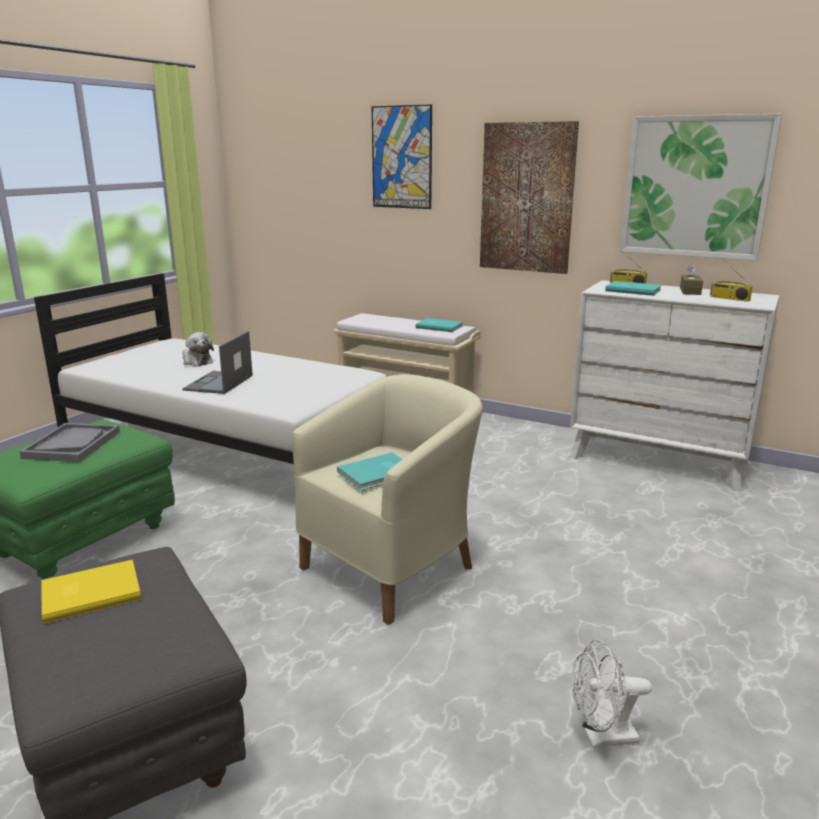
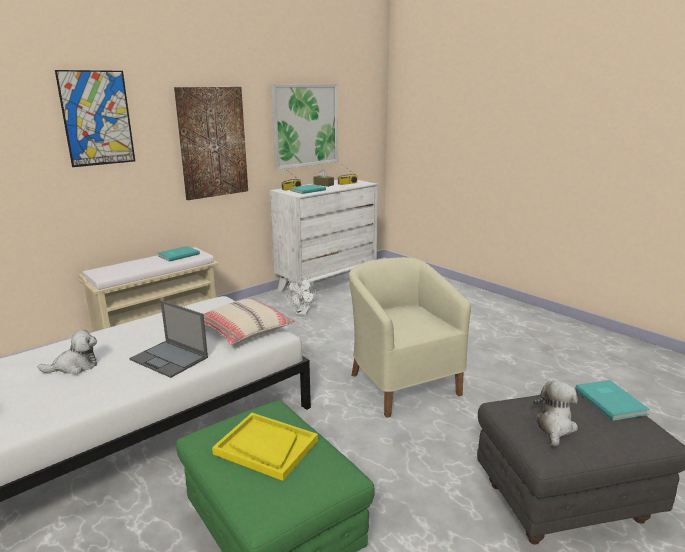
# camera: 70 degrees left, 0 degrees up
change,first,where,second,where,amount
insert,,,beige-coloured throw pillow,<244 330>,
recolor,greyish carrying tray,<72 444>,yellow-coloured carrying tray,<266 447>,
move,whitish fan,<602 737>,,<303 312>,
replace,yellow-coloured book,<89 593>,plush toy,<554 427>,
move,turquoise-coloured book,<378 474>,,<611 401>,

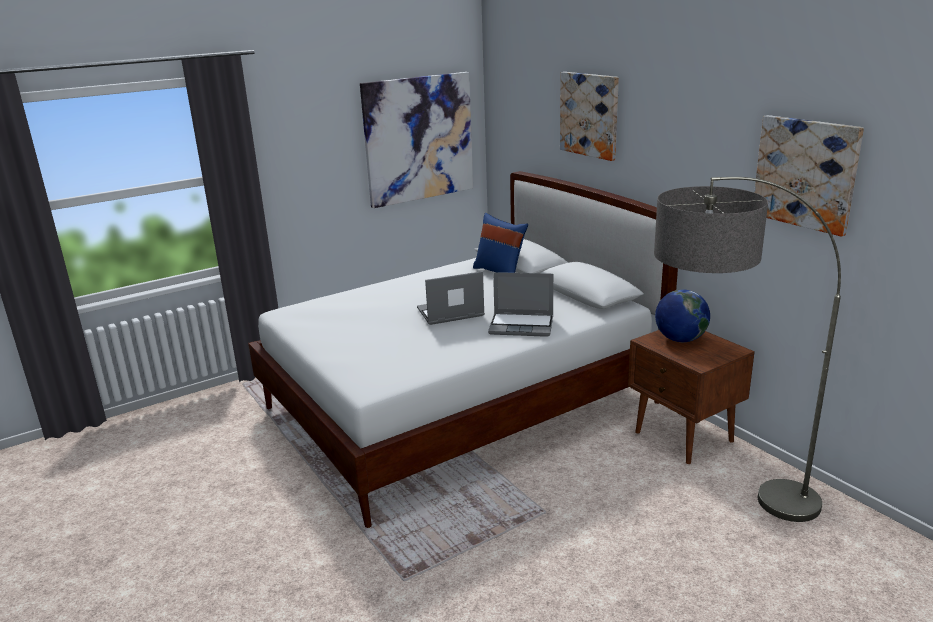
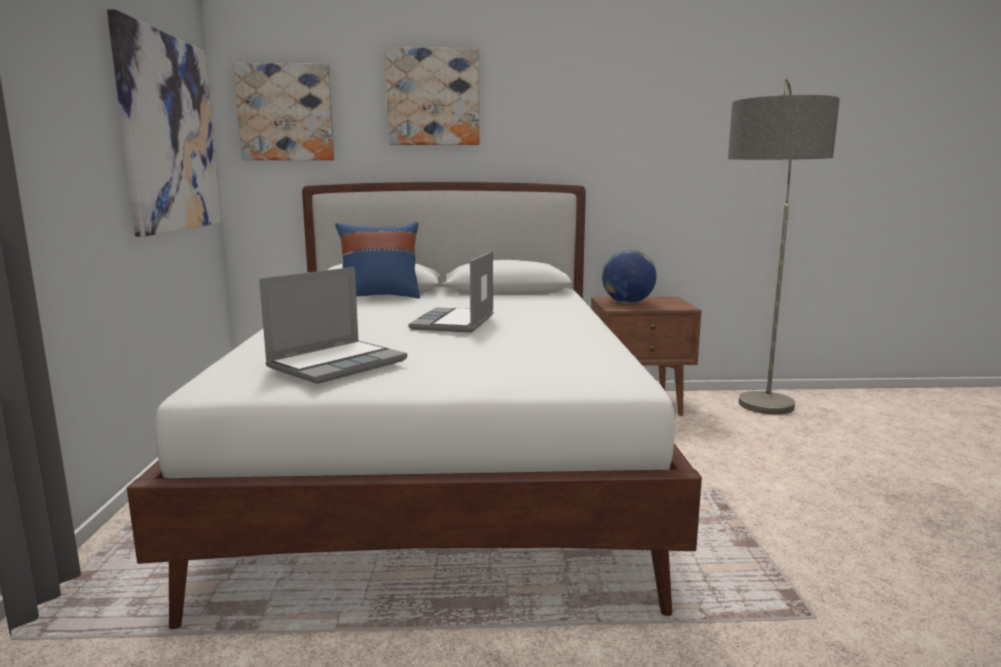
# camera: 60 degrees left, 10 degrees down
change,first,where,second,where,amount
move,wall art,<806 173>,,<286 113>,
move,notebook computer,<522 325>,,<338 363>,

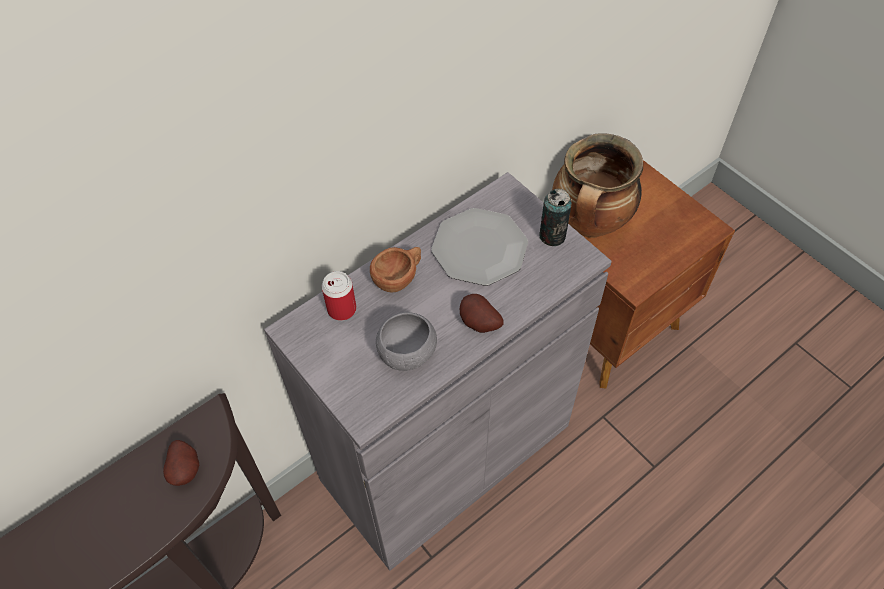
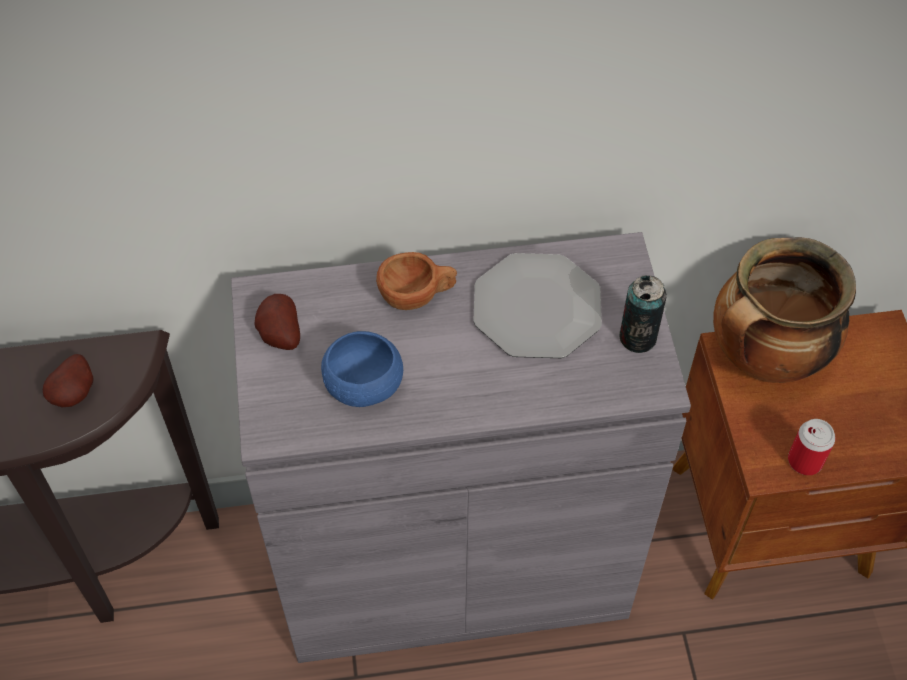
# camera: 30 degrees right, 0 degrees up
change,first,where,second,where,amount
move,potato,<478 324>,,<278 335>,
recolor,greyish deep dish,<407 353>,bluish deep dish,<364 387>,
move,metal can,<342 309>,,<805 461>,

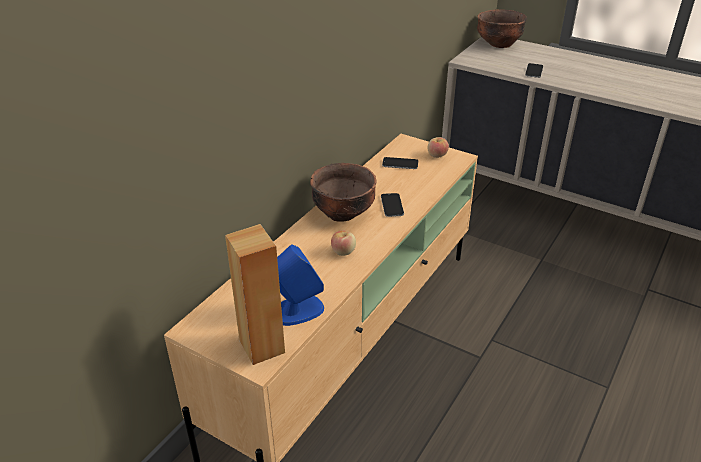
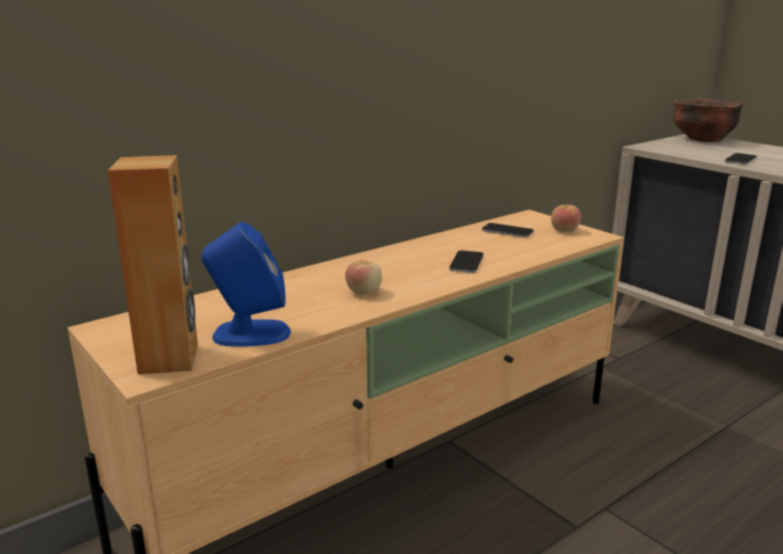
# camera: 20 degrees right, 15 degrees down
change,first,where,second,where,amount
delete,brown-coloured deep dish,<342 212>,,,

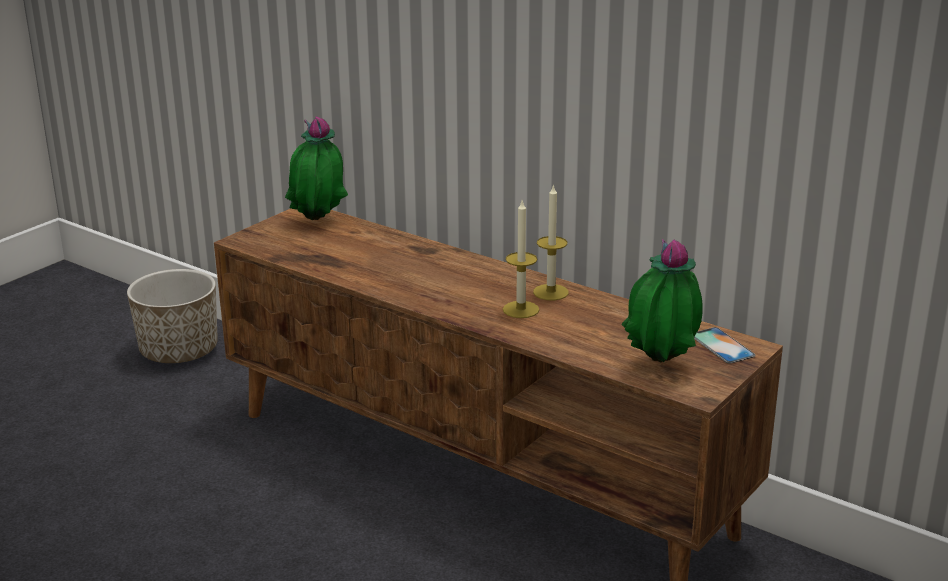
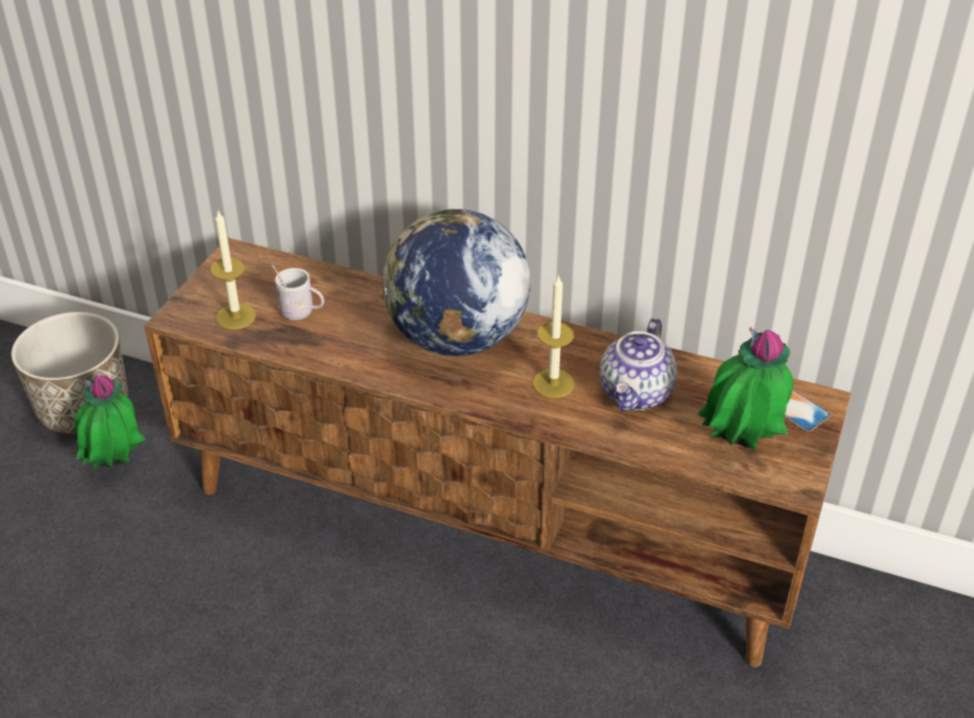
# camera: 15 degrees left, 15 degrees up
change,first,where,second,where,amount
move,houseplant,<318 222>,,<116 467>,
move,wax light,<550 292>,,<235 316>,
insert,,,whitish mug,<301 314>,
insert,,,globe,<456 339>,
insert,,,teapot,<637 394>,

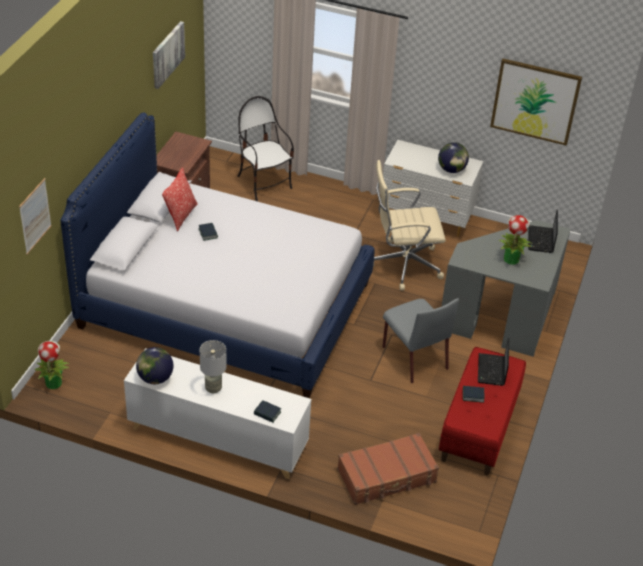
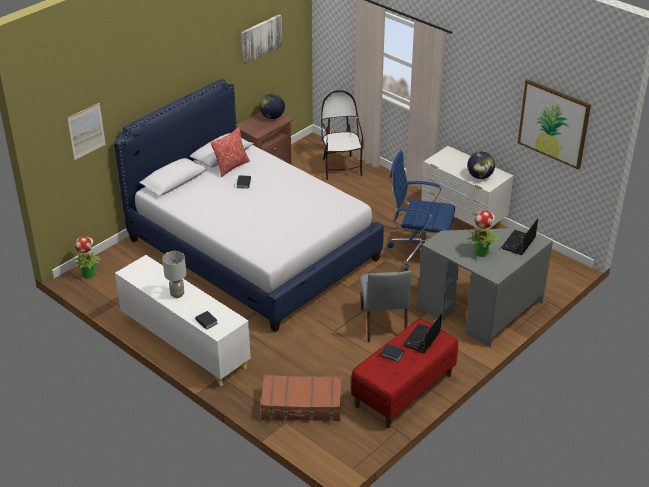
# camera: 25 degrees right, 5 degrees down
change,first,where,second,where,amount
move,globe,<155 378>,,<272 117>,
recolor,beige-coloured office chair,<403 264>,bluish office chair,<419 251>,

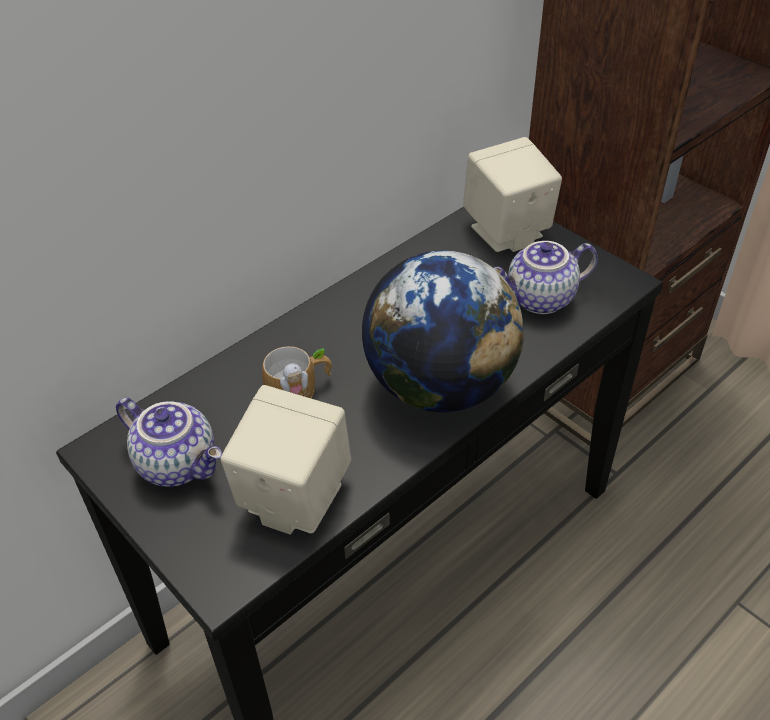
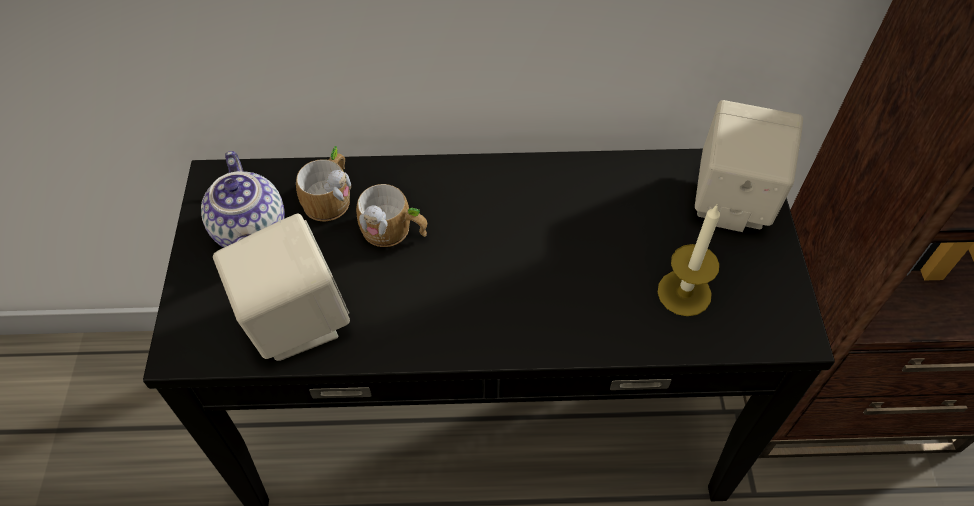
# camera: 40 degrees right, 10 degrees up
change,first,where,second,where,amount
insert,,,mug,<331 196>,
replace,teapot,<540 300>,wax light,<684 293>,
delete,globe,<440 386>,,,

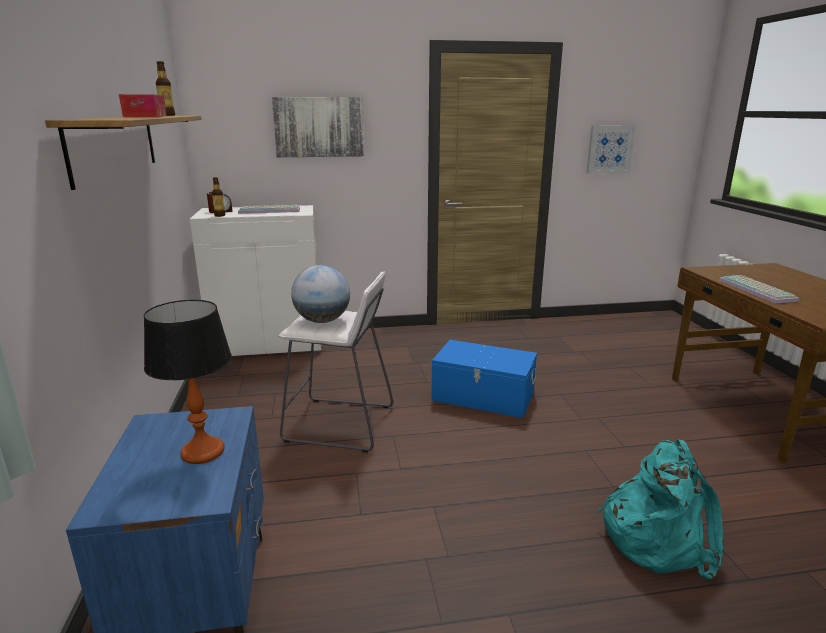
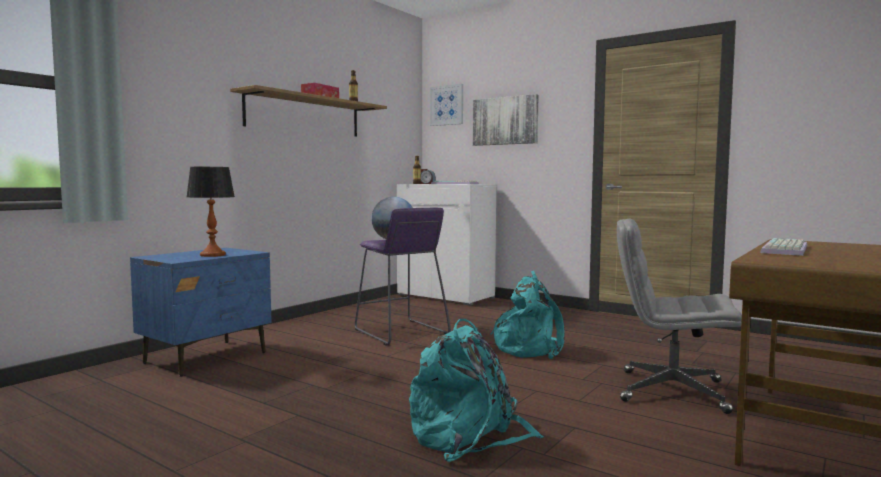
# camera: 45 degrees right, 15 degrees down
change,first,where,second,where,amount
recolor,whitish stool,<340 424>,purple stool,<401 332>,
move,wall art,<610 149>,,<447 105>,
replace,bluish storage container,<483 396>,turquoise-coloured knapsack,<530 348>,
insert,,,greyish office chair,<670 391>,

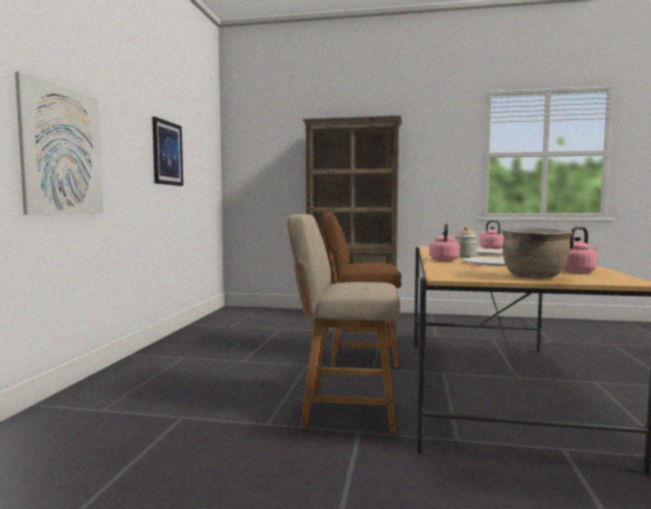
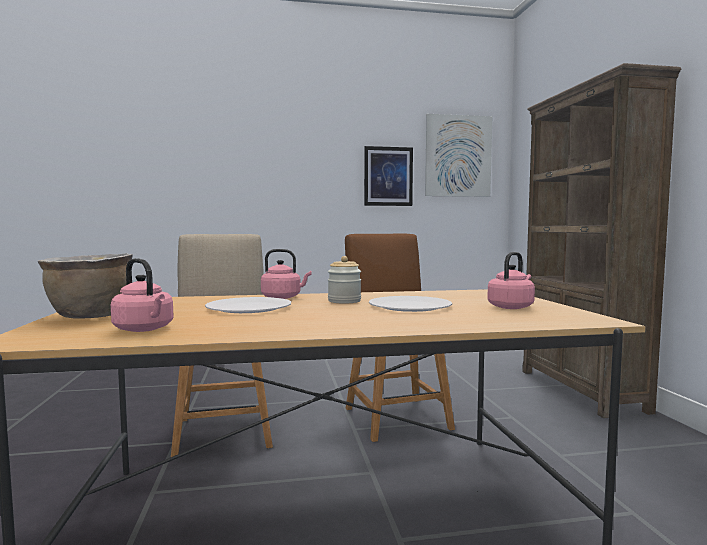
# camera: 70 degrees right, 0 degrees up
change,first,where,second,where,amount
move,wall art,<62 151>,,<458 156>,

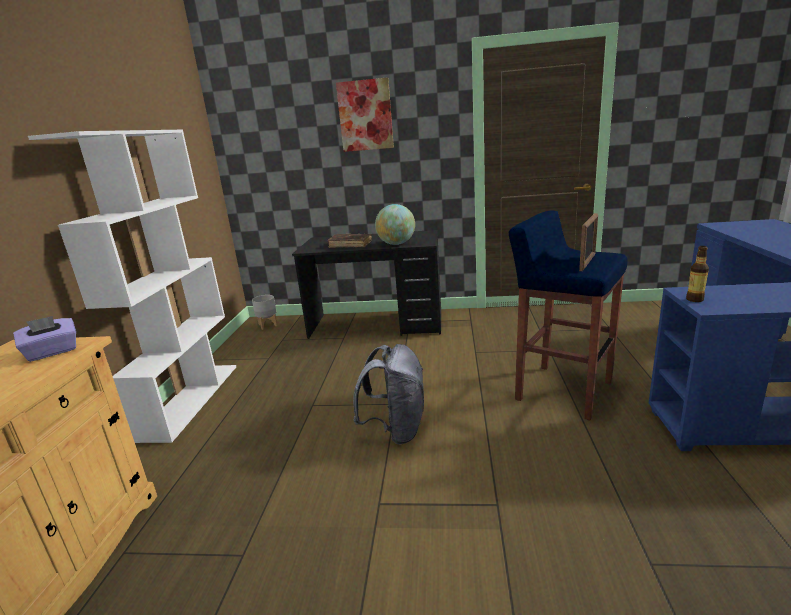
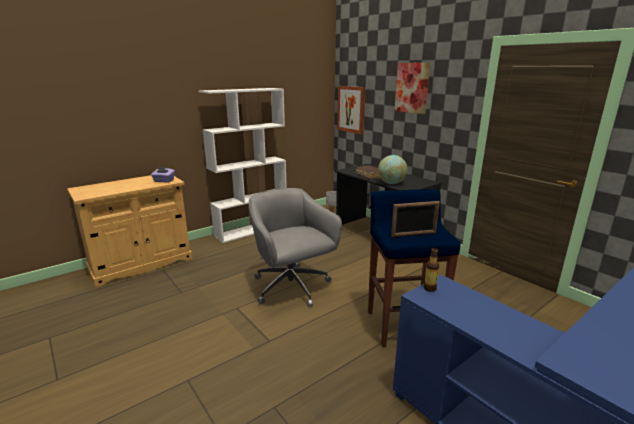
# camera: 45 degrees right, 0 degrees up
change,first,where,second,where,amount
replace,greyish knapsack,<396 430>,greyish office chair,<292 288>,
insert,,,wall art,<351 109>,

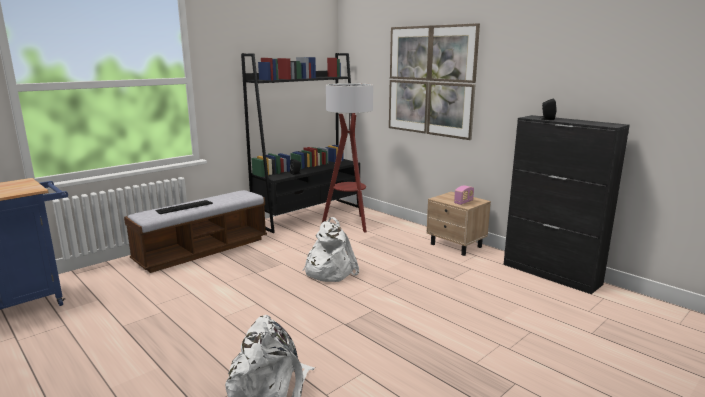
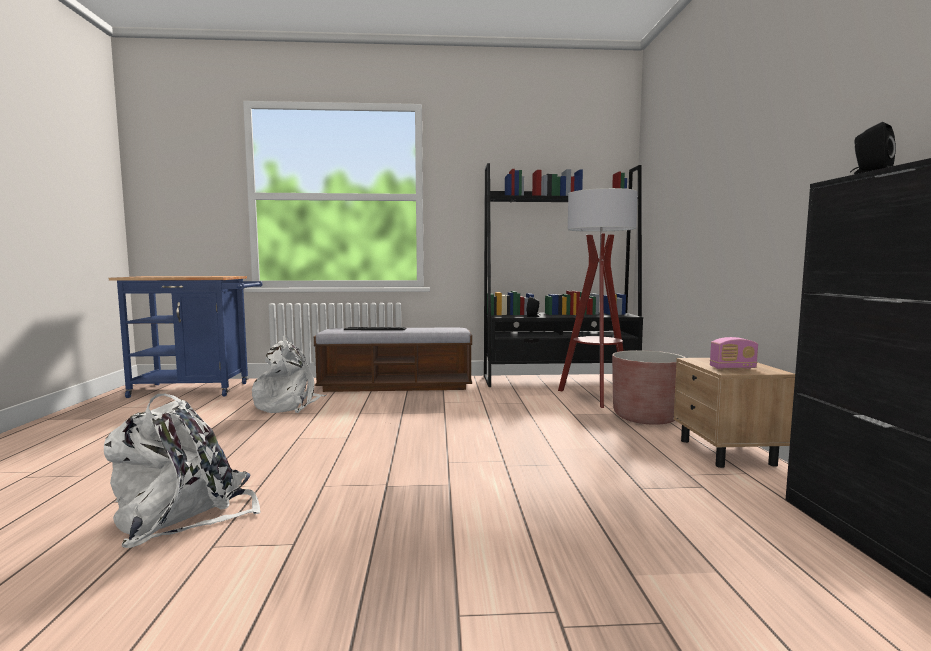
# camera: 40 degrees right, 10 degrees down
change,first,where,second,where,amount
move,whitish knapsack,<329 271>,,<289 404>,
insert,,,brown-coloured flower pot,<645 417>,
delete,wall art,<430 81>,,,

